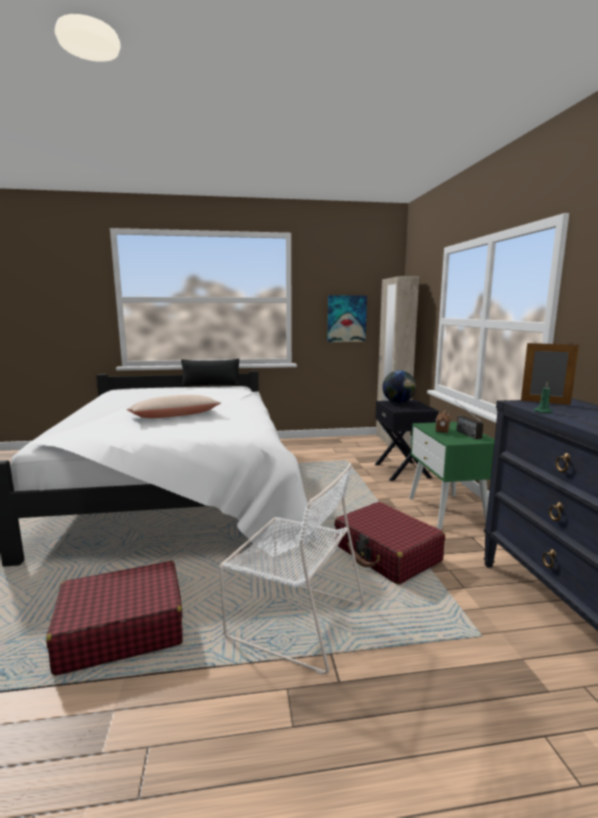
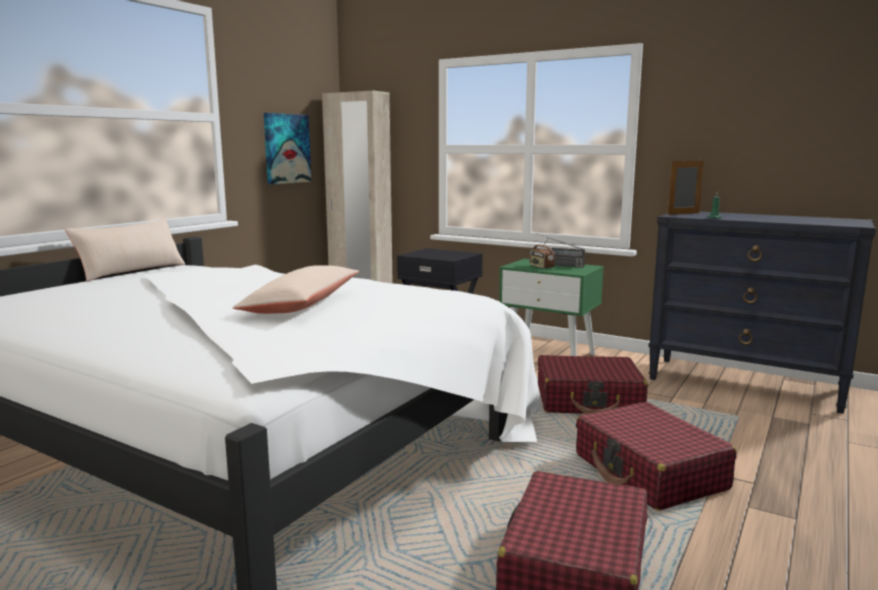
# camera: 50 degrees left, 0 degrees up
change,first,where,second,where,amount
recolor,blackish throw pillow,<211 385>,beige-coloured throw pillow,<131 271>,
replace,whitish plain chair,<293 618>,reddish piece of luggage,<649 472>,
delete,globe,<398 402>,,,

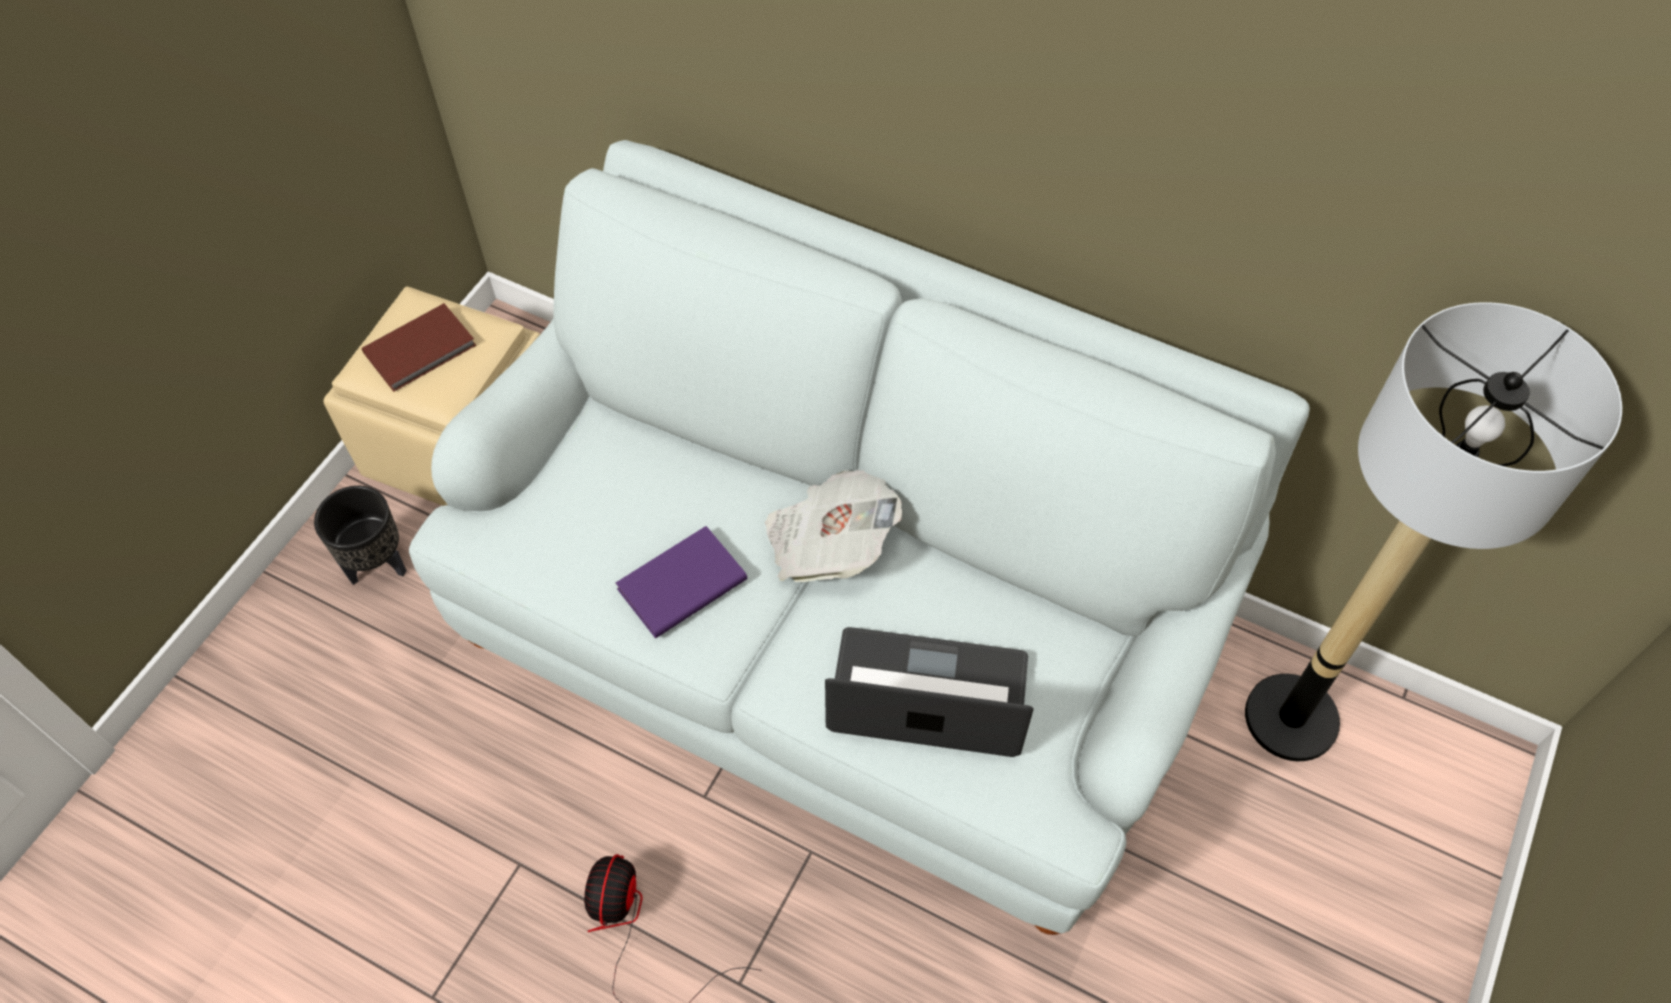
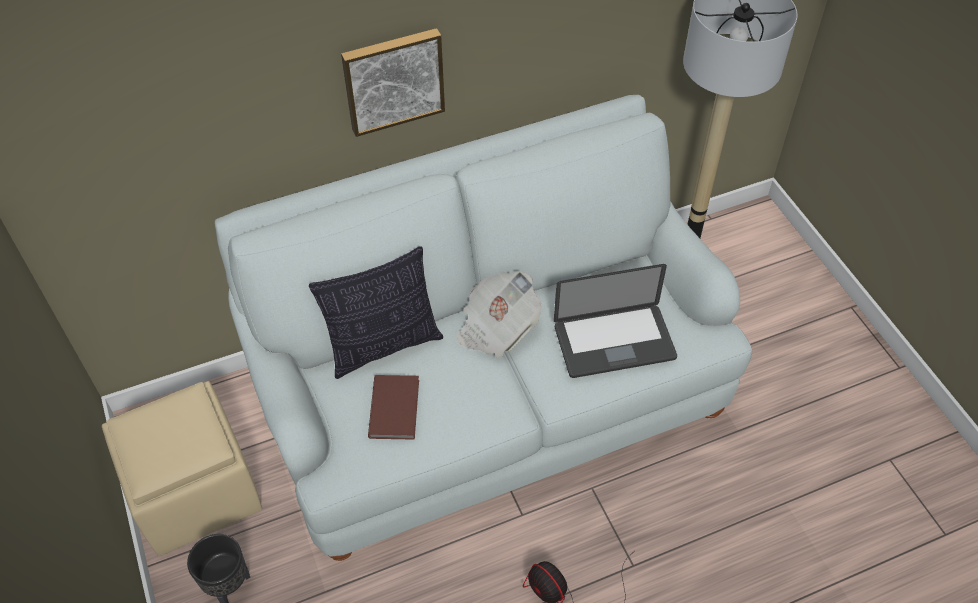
# camera: 50 degrees left, 5 degrees down
change,first,where,second,where,amount
insert,,,throw pillow,<384 346>,
insert,,,wall art,<393 80>,
move,brown-coloured book,<422 350>,,<396 408>,
rotate,notebook computer,<928 695>,,<614 342>,150 degrees counterclockwise
delete,purple book,<679 583>,,,

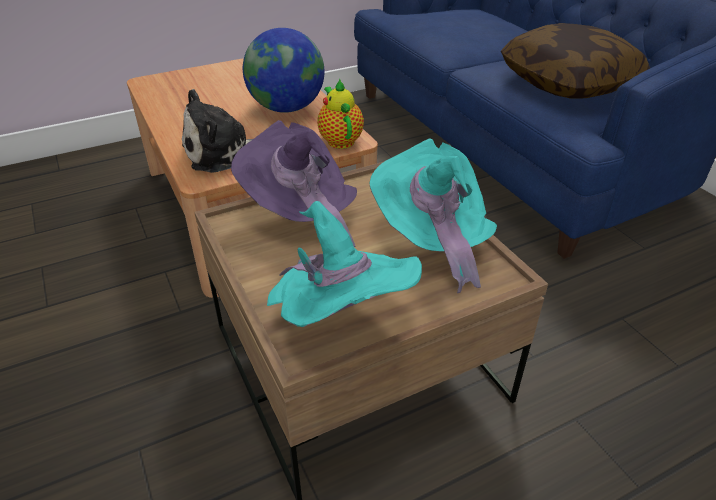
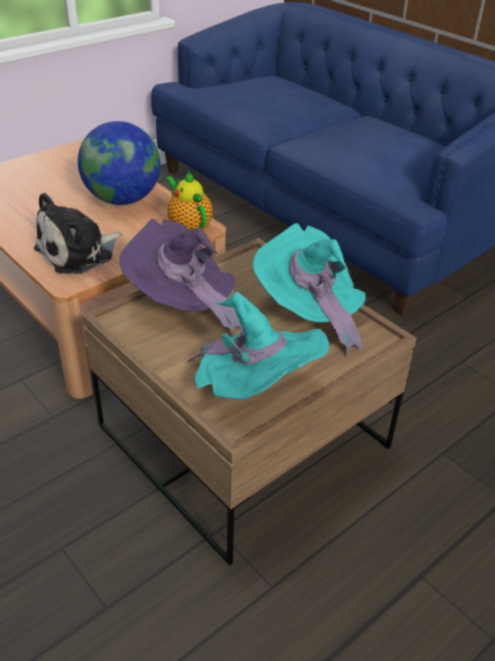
# camera: 15 degrees left, 0 degrees up
change,first,where,second,where,amount
delete,throw pillow,<567 83>,,,

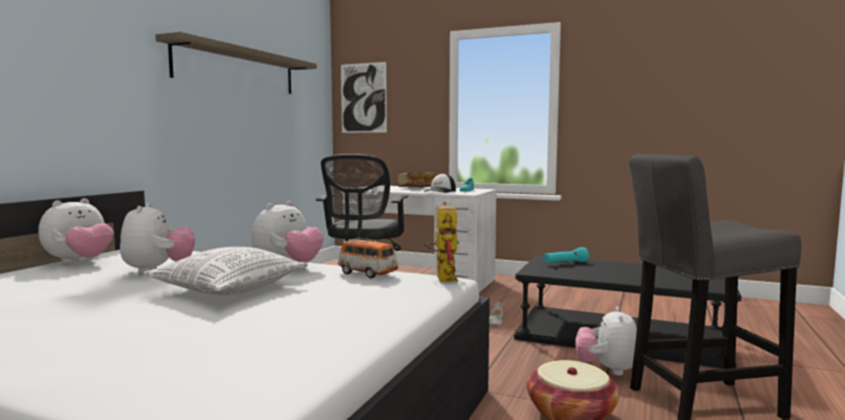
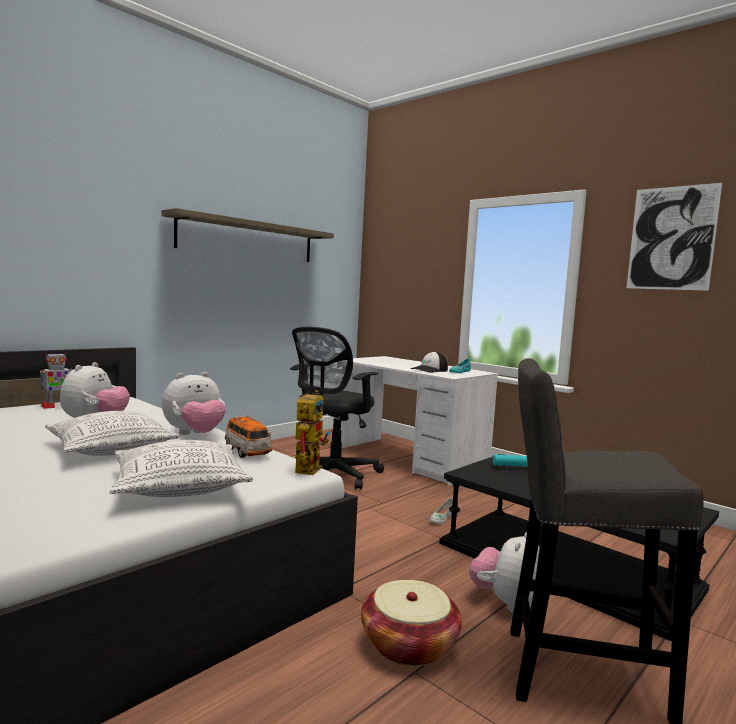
# camera: 20 degrees right, 0 degrees up
change,first,where,second,where,amount
replace,plush toy,<80 262>,toy robot,<57 406>,
insert,,,throw pillow,<179 487>,
move,wall art,<363 98>,,<671 238>,
delete,book,<416 188>,,,

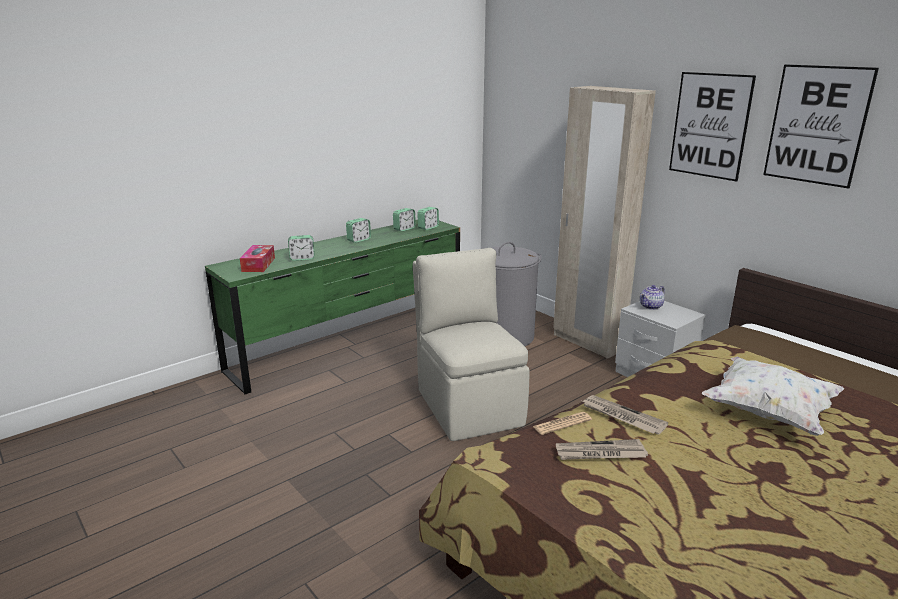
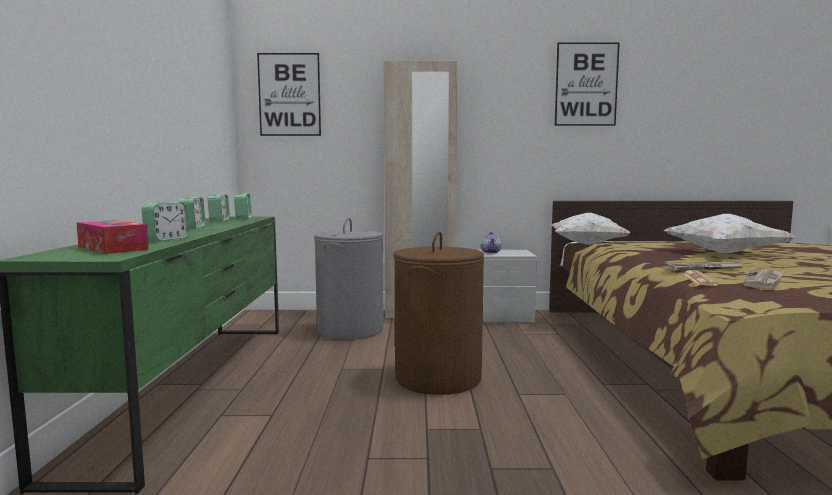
# camera: 50 degrees left, 15 degrees down
change,first,where,second,where,amount
move,wall art,<710 125>,,<289 95>,
replace,beige-coloured plain chair,<468 405>,brown-coloured laundry basket,<437 377>,
insert,,,whitish throw pillow,<587 244>,

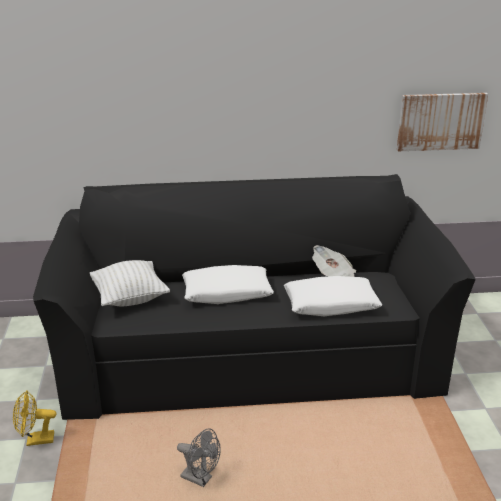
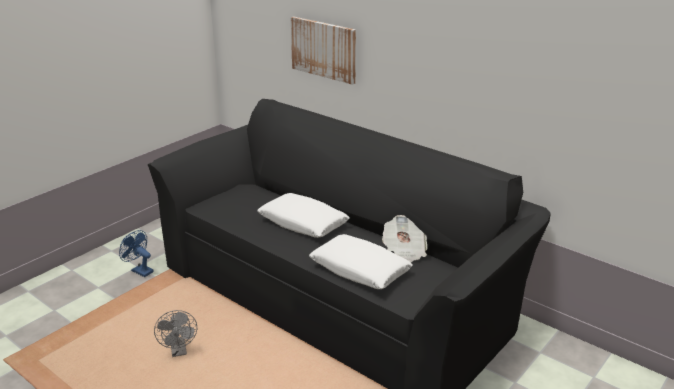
# camera: 45 degrees right, 0 degrees up
change,first,where,second,where,amount
recolor,yellow-coloured fan,<35 440>,bluish fan,<139 270>,
move,wall art,<440 121>,,<324 49>,
delete,whitish throw pillow,<129 298>,,,

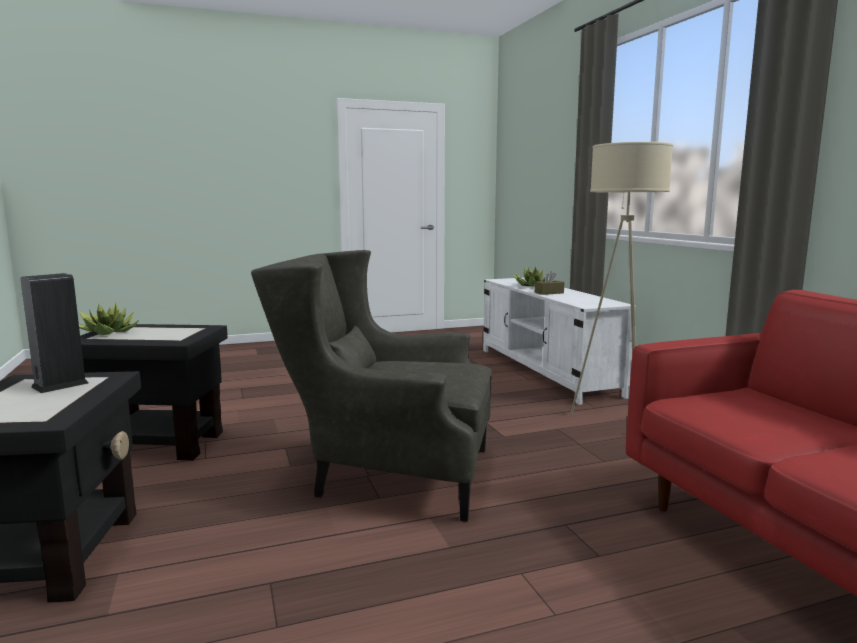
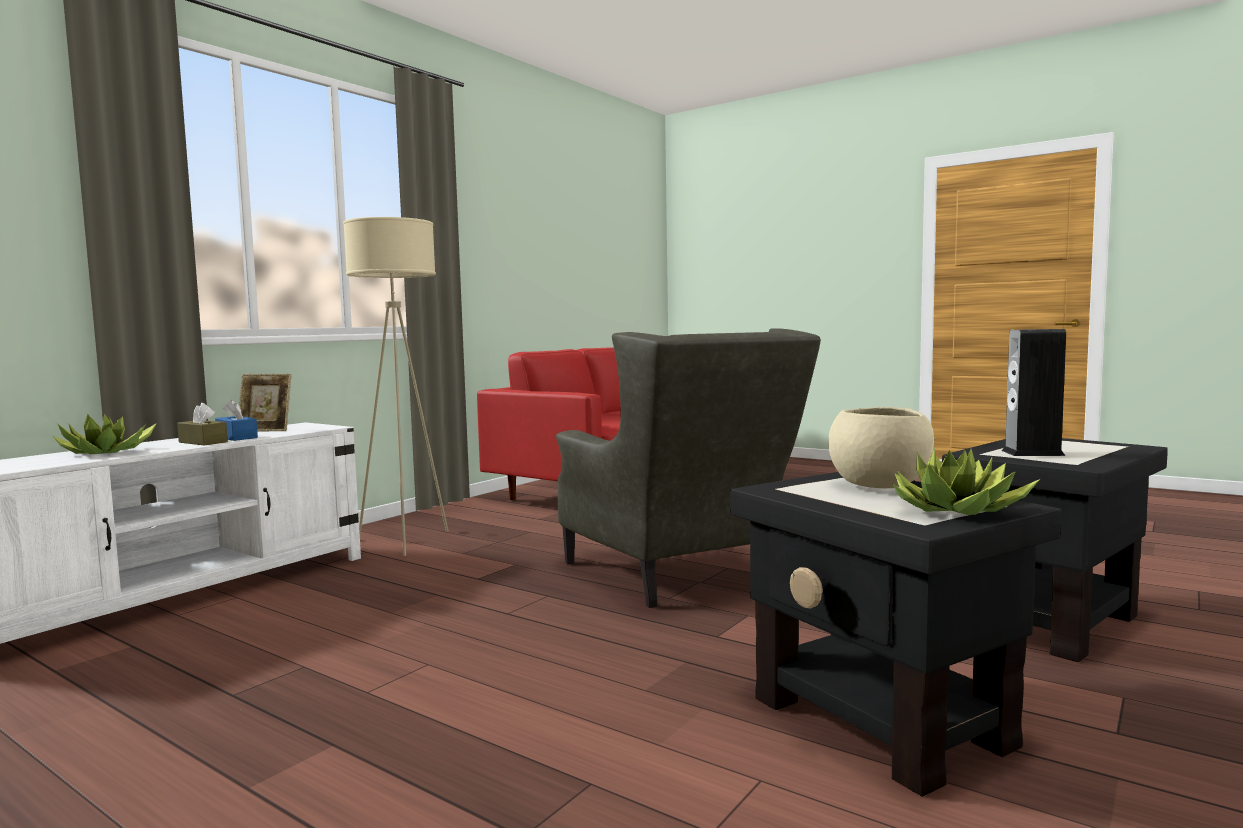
# camera: 125 degrees left, 5 degrees down
change,first,where,second,where,amount
insert,,,bluish tissue box,<237 437>,
insert,,,standing frame,<266 430>,
insert,,,beige-coloured deep dish,<878 484>,

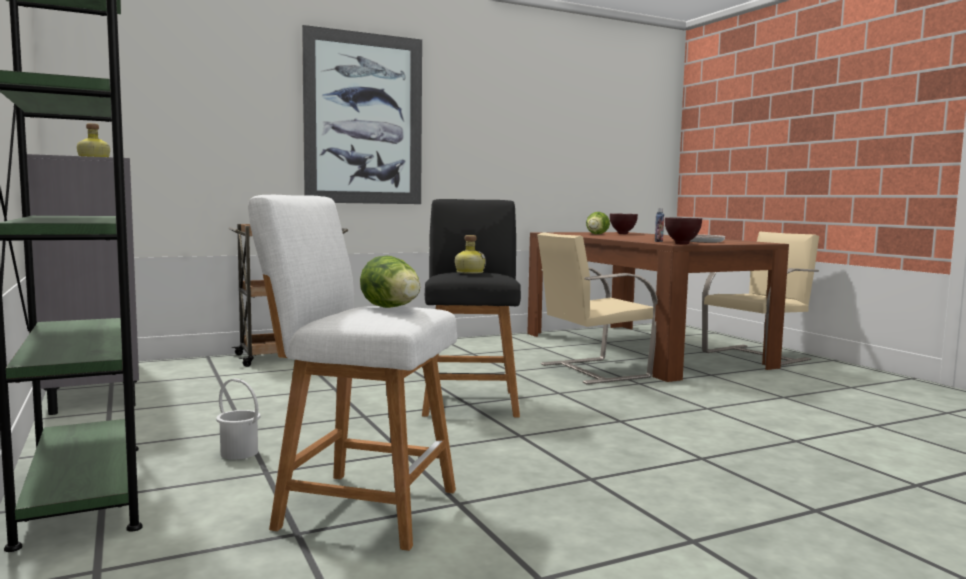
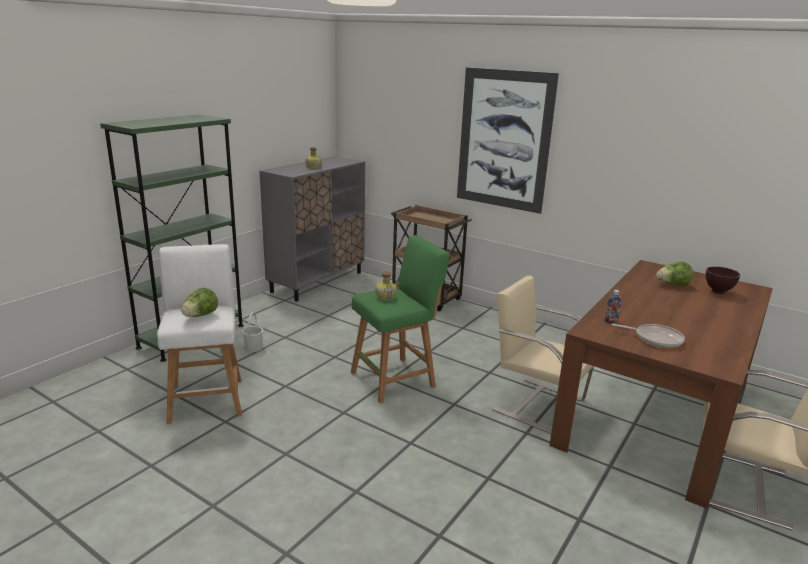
# camera: 60 degrees right, 15 degrees up
change,first,where,second,where,amount
recolor,blackish stool,<470 401>,green-coloured stool,<396 378>,
delete,brown-coloured deep dish,<683 244>,,,

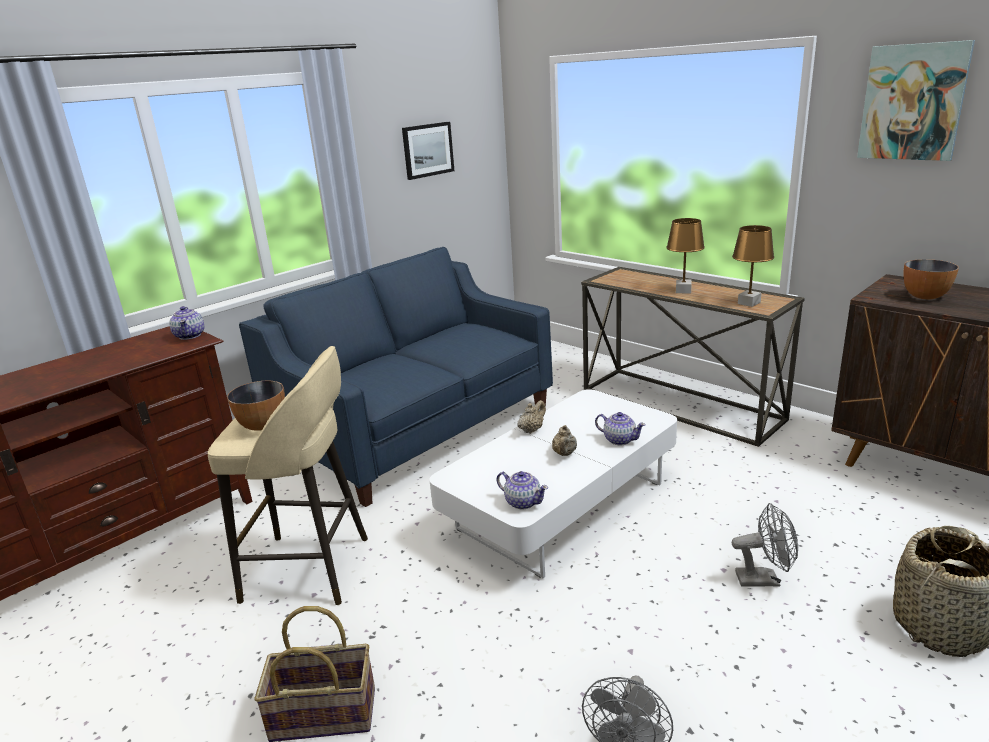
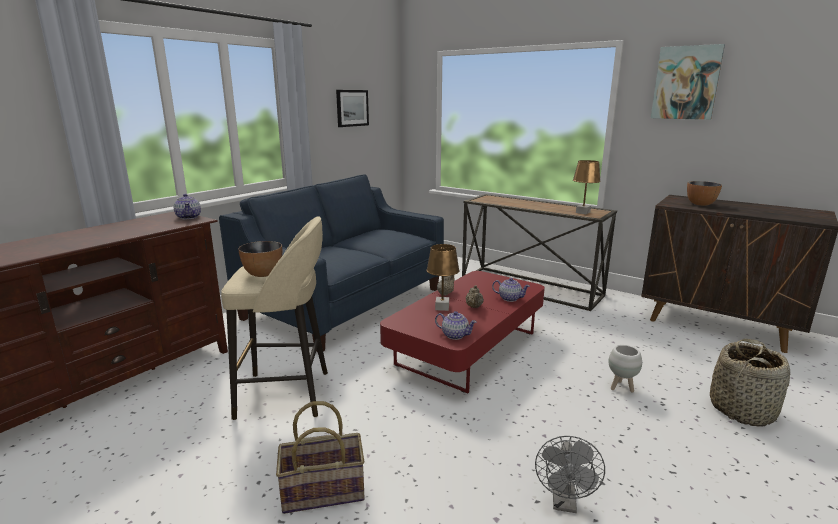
# camera: 10 degrees left, 5 degrees down
change,first,where,second,where,amount
recolor,whitish lounge table,<561 506>,reddish lounge table,<467 348>,
move,brown-coloured lamp for a table,<683 291>,,<442 307>,
replace,greyish fan,<764 579>,whitish flower pot,<620 387>,

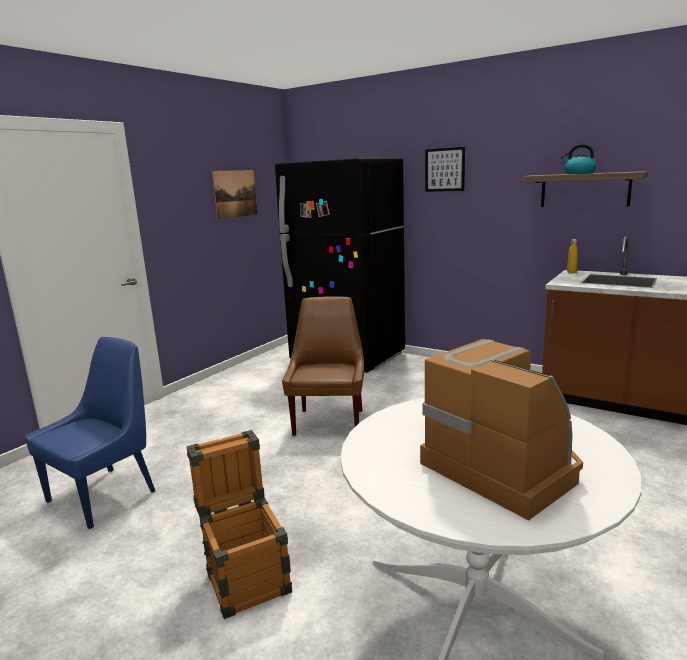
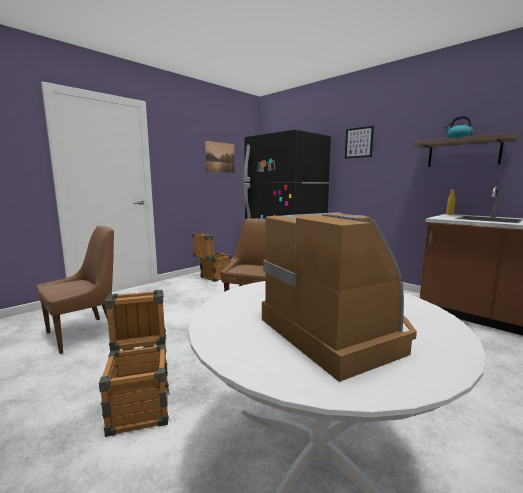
# camera: 10 degrees right, 5 degrees down
change,first,where,second,where,amount
recolor,bluish plain chair,<105 494>,brown-coloured plain chair,<85 333>,
insert,,,shipping crate,<213 278>,

